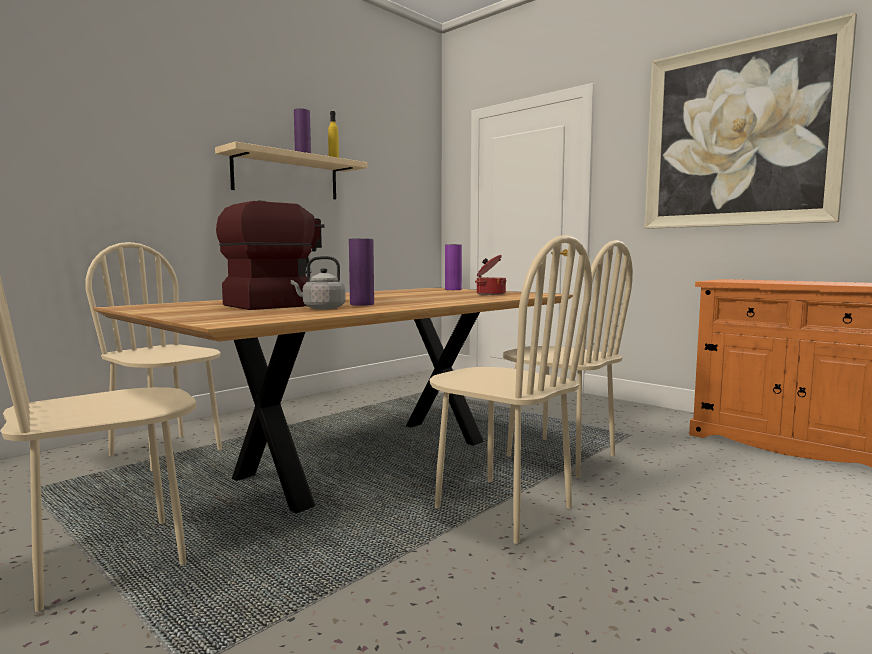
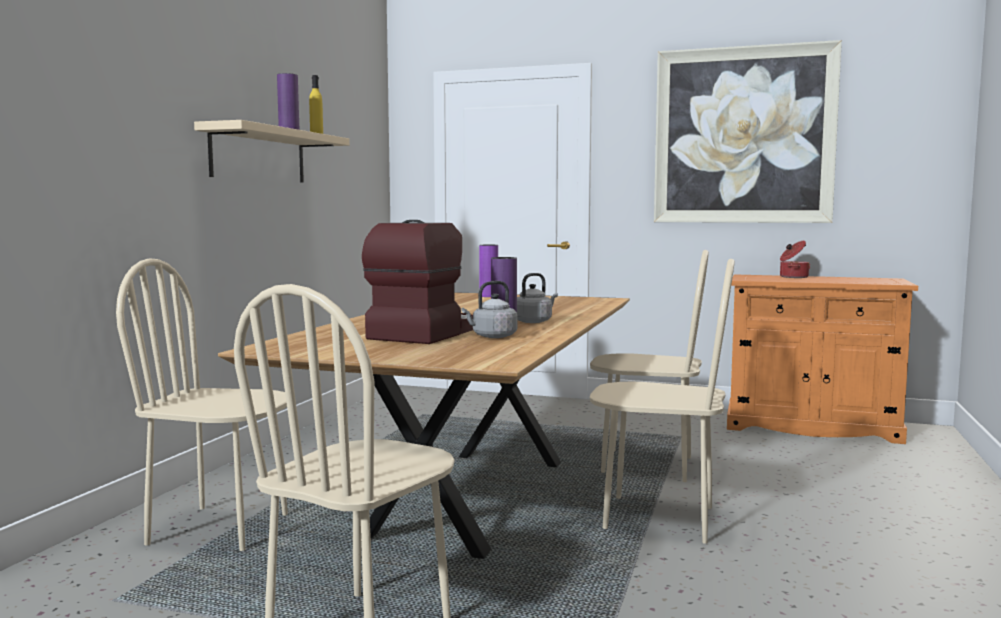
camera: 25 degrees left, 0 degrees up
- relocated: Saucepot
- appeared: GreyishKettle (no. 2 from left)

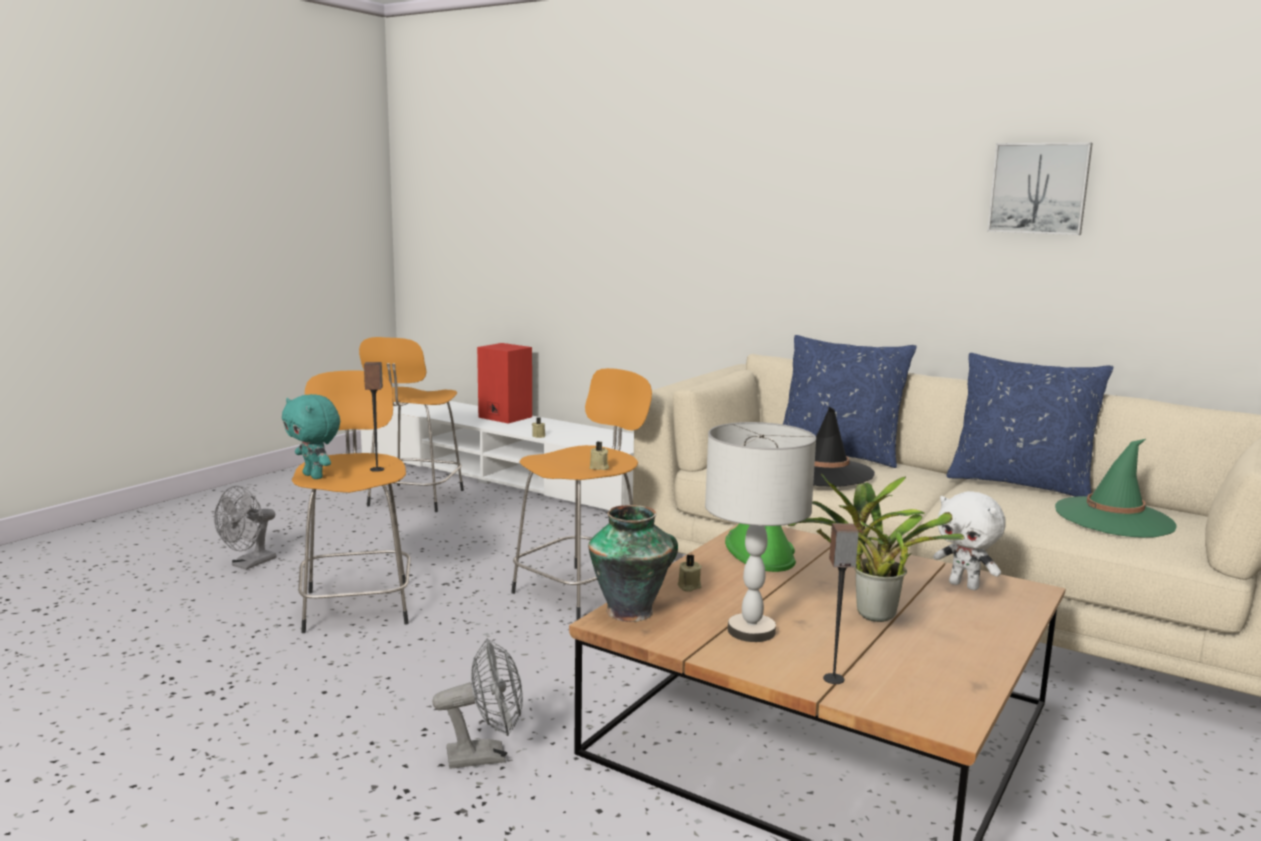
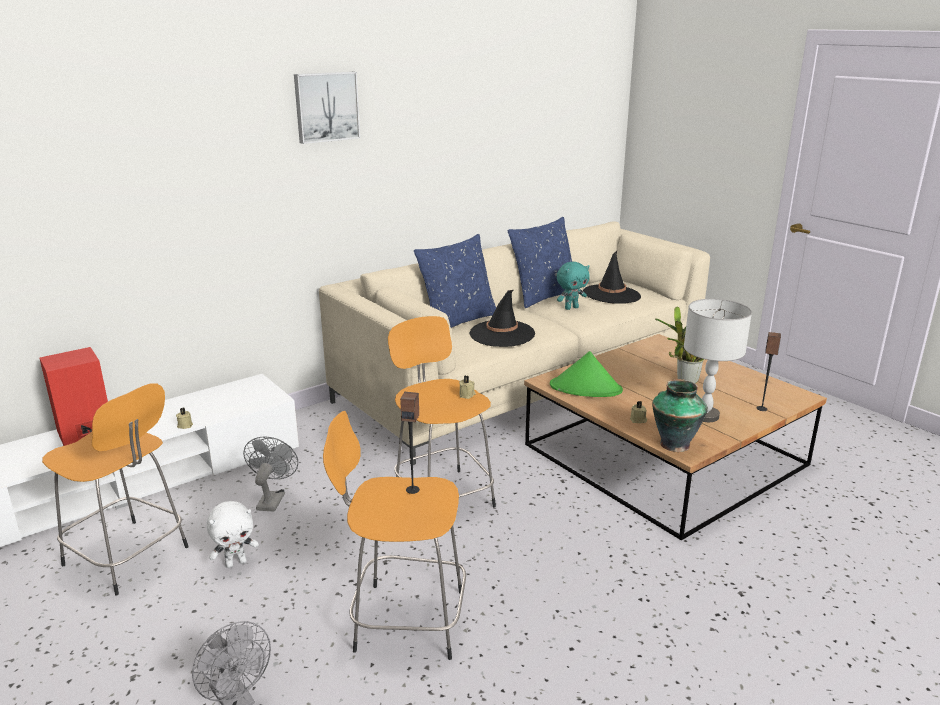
camera: 70 degrees left, 10 degrees up
- relocated: TurquoiseSoftToy
- relocated: GreyishCoolingFan (no. 2 from left)
- relocated: WhiteColouredSoftToy
- relocated: WallArt
- colour: GreenishWearableHat (no. 2 from left) to BlackColouredWearableHat (no. 2 from left)

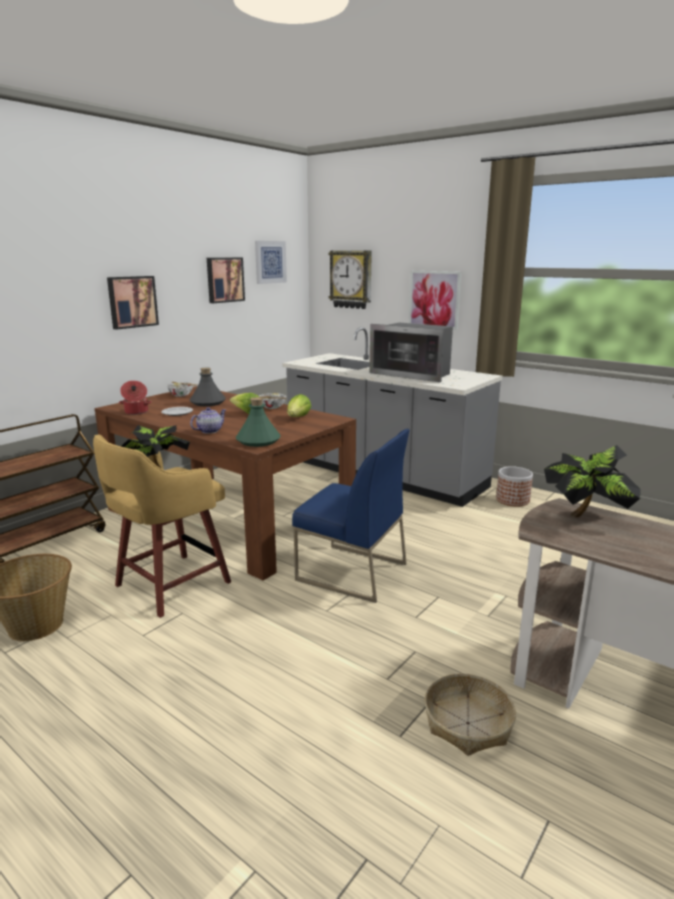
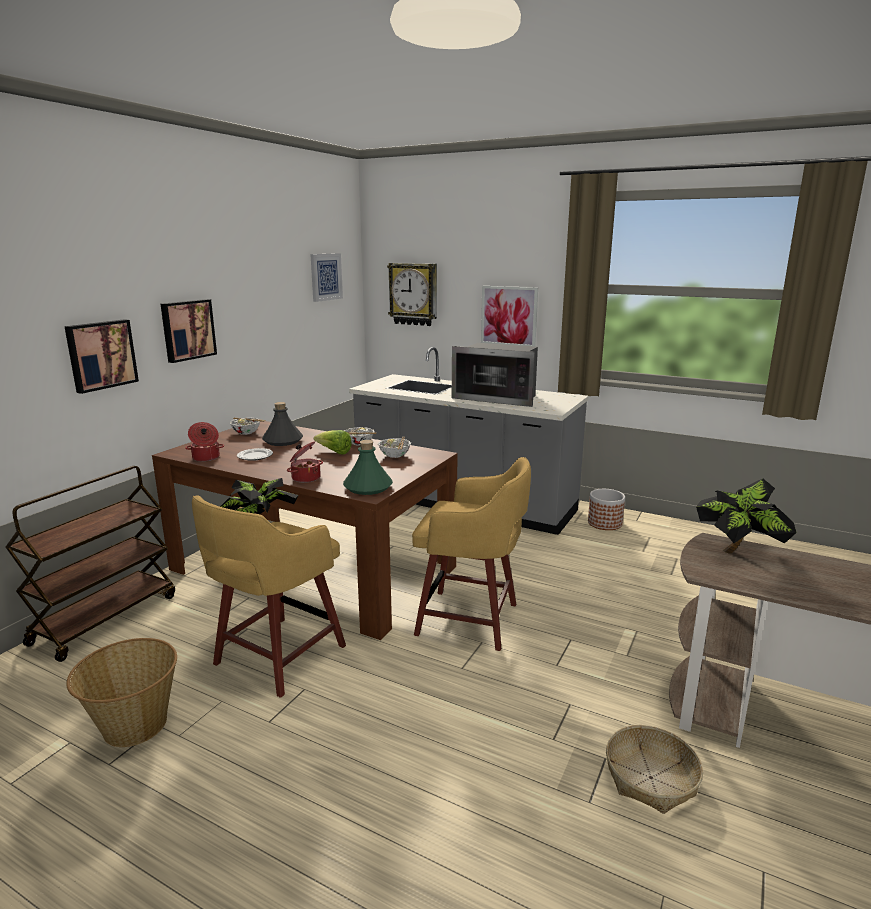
camera: 10 degrees left, 0 degrees up
- exchanged: PotForTea to Saucepot (no. 2 from left)
- relocated: WallArt (no. 2 from left in the first image) to WallArt (no. 1 from left)
- exchanged: HeadOfLettuce (no. 2 from left) to Bowl (no. 3 from left)
- exchanged: BlueUprightChair to YellowColouredSittingStool (no. 2 from left)

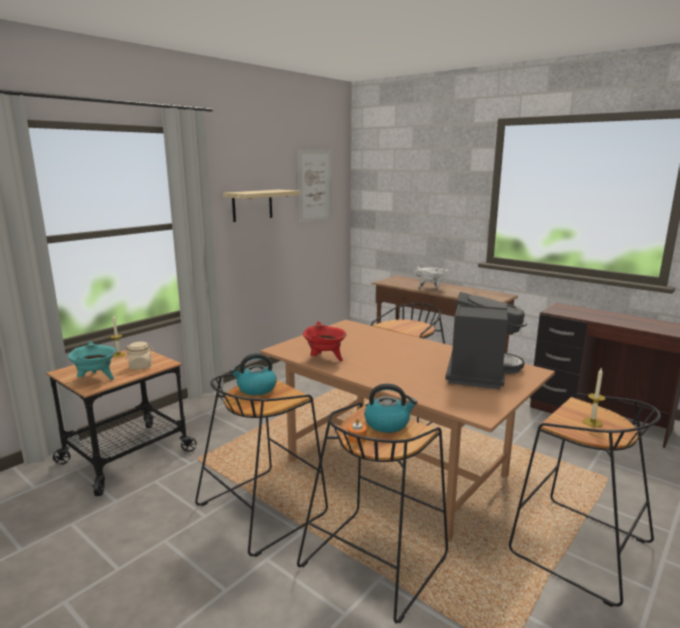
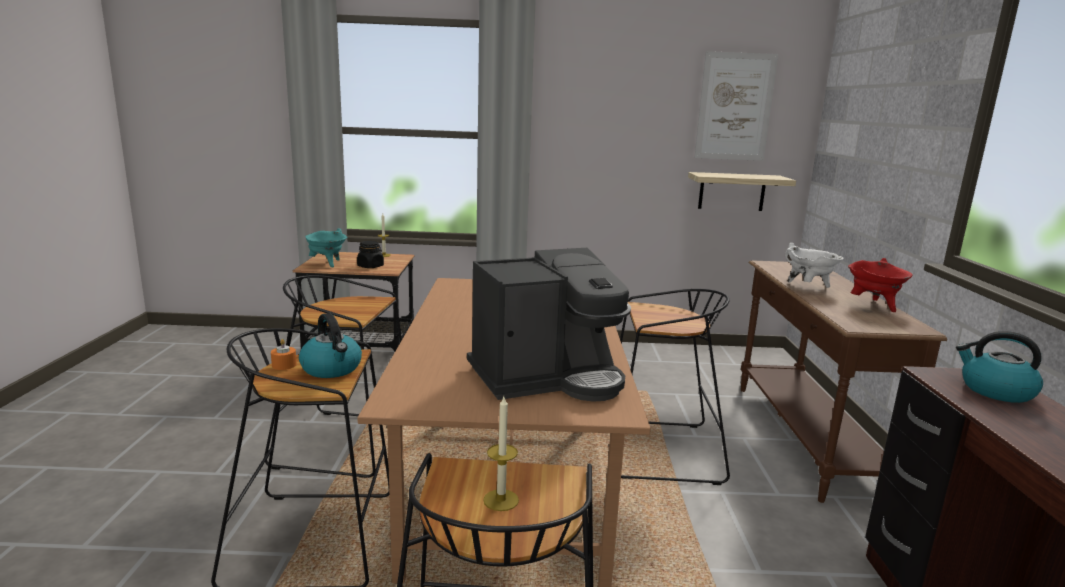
camera: 50 degrees right, 0 degrees up
- colour: SandColouredJar to BlackColouredJar
- relocated: BracketShelf
- relocated: Kettle (no. 1 from left in the first image) to Kettle (no. 2 from left)
- relocated: ReddishSaucepot

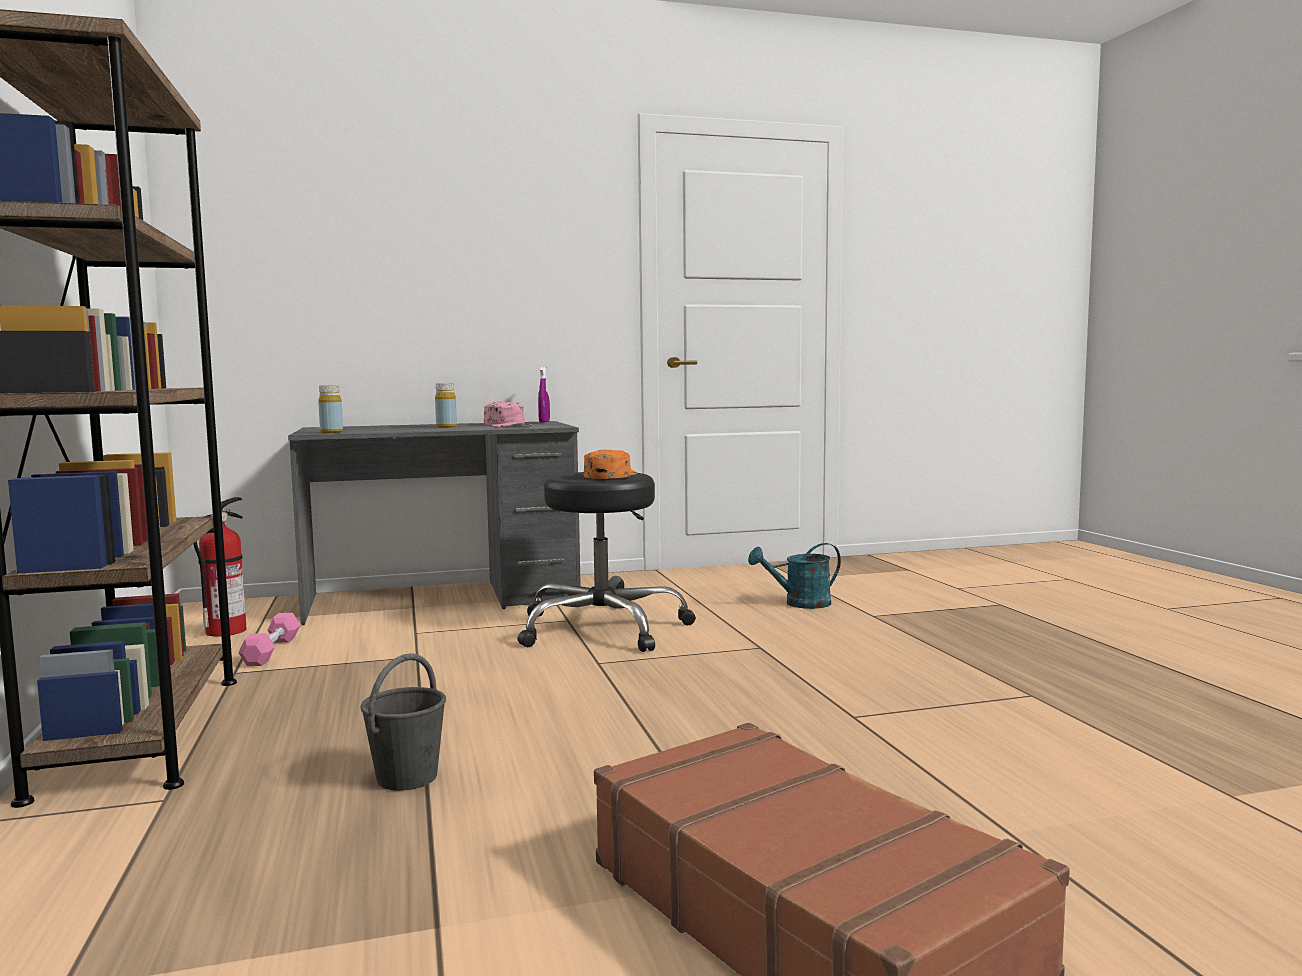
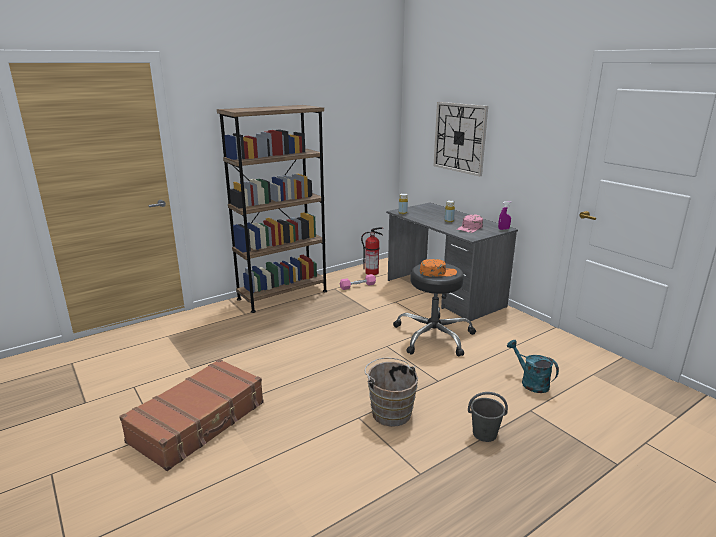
camera: 70 degrees right, 15 degrees up
- relocated: GreyishPail
- appeared: BrownColouredPail
- appeared: HangingClock

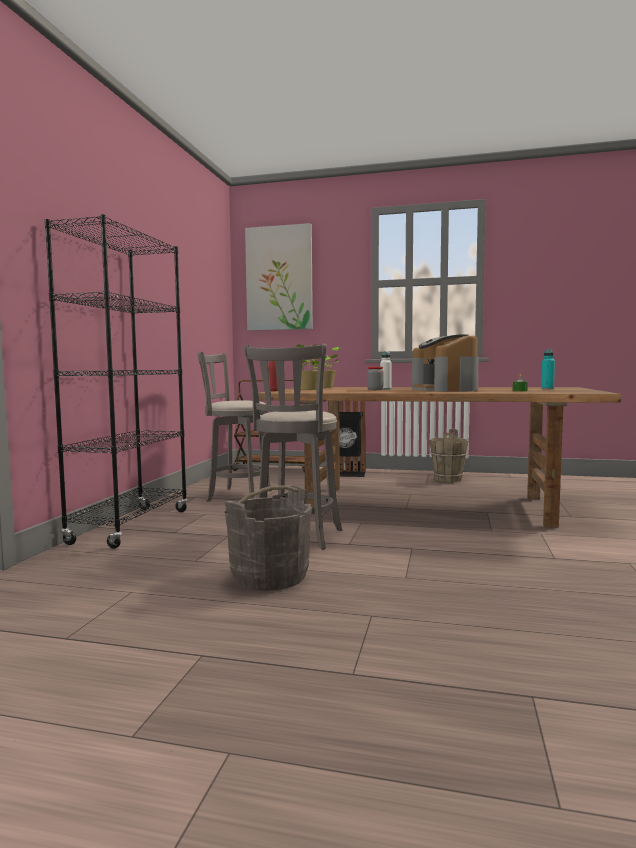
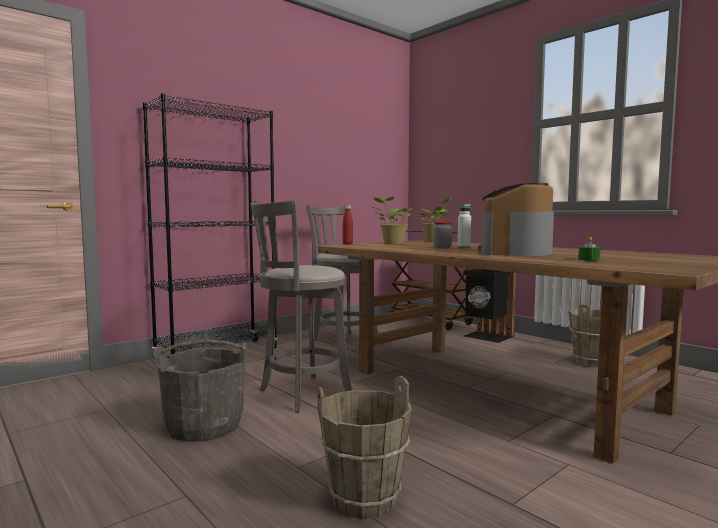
camera: 35 degrees right, 0 degrees up
- missing: WallArt
- missing: TurquoiseBottle
- appeared: BrownColouredPail (no. 1 from left)

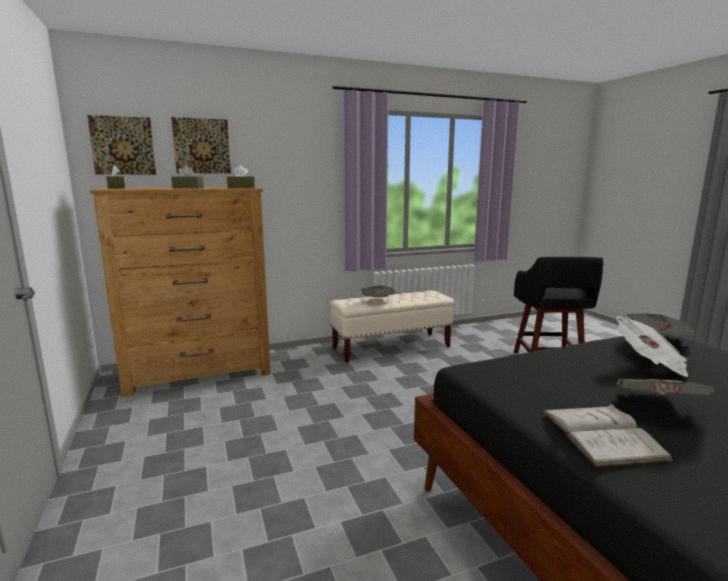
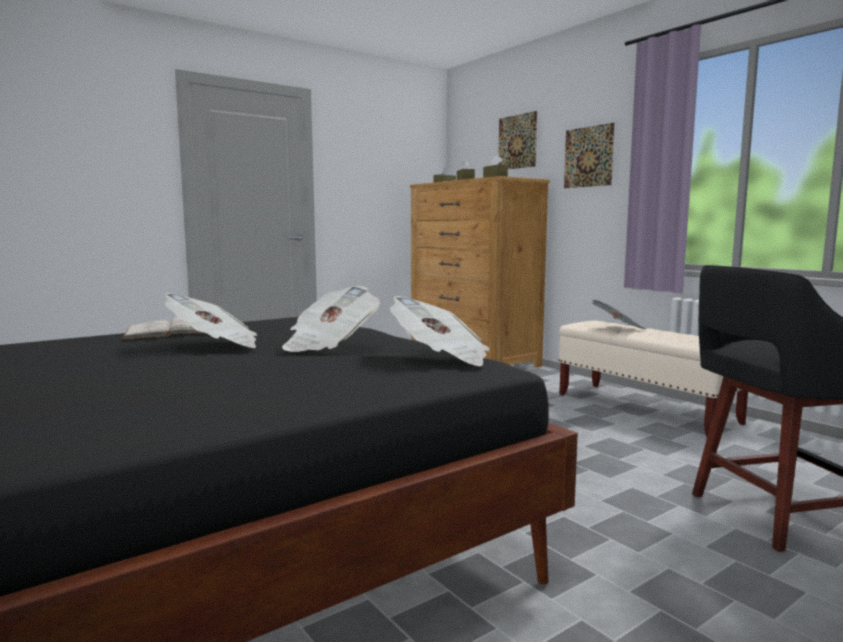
camera: 75 degrees right, 5 degrees down
- relocated: WallArt (no. 1 from left in the first image) to WallArt (no. 2 from left)

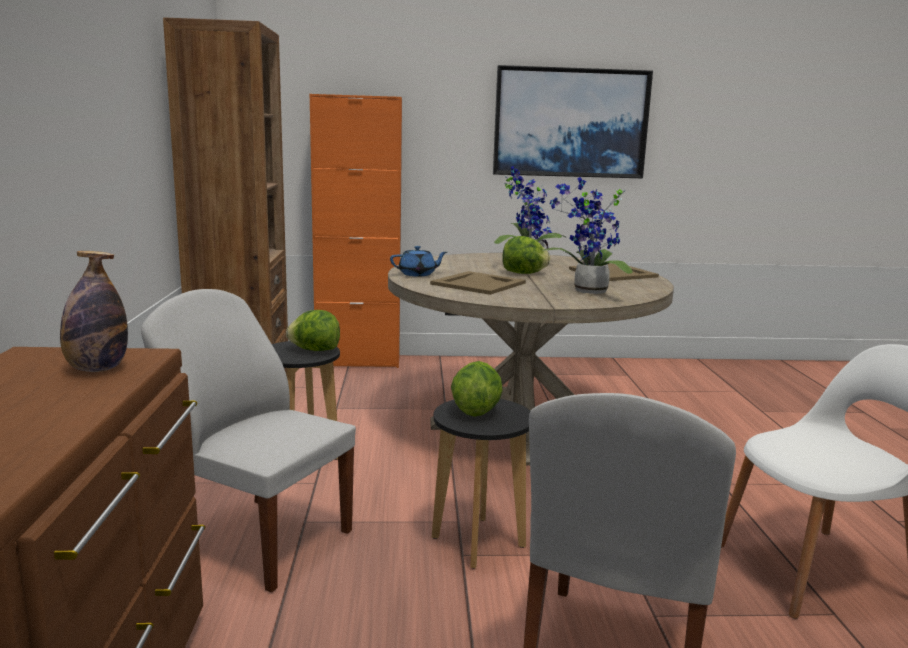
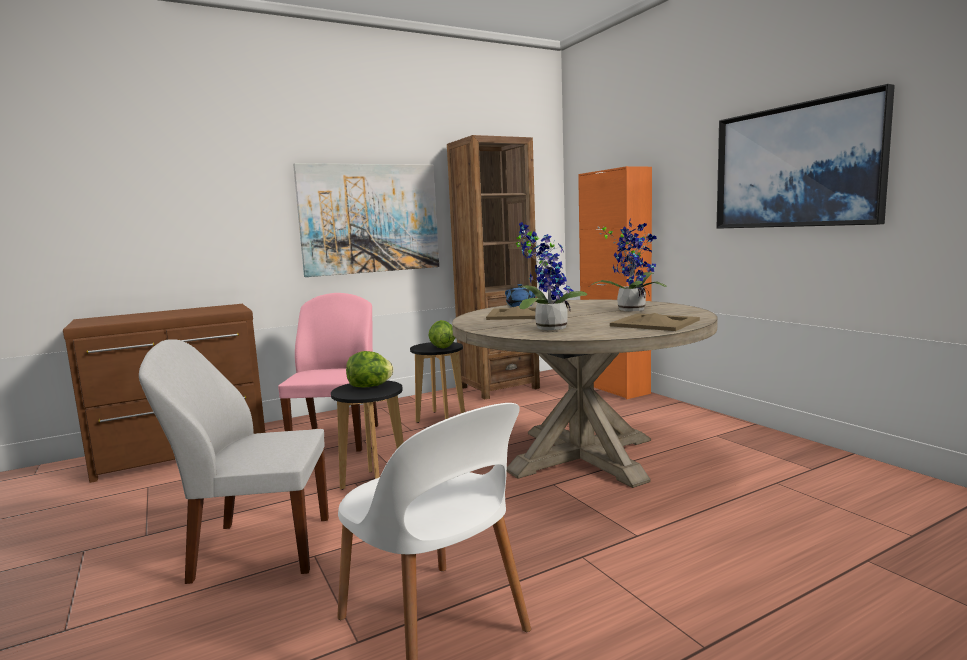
camera: 65 degrees right, 5 degrees down
- missing: Bottle
- colour: WhiteColouredUprightChair (no. 1 from left) to PinkUprightChair
- missing: HeadOfLettuce (no. 3 from left)
- appeared: WallArt (no. 1 from left)

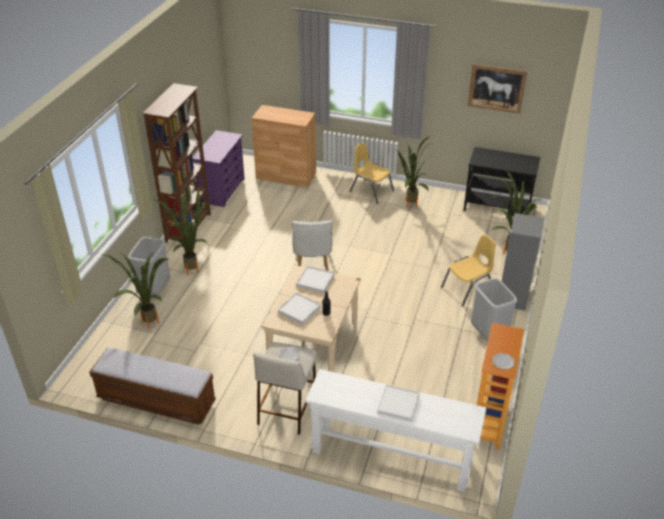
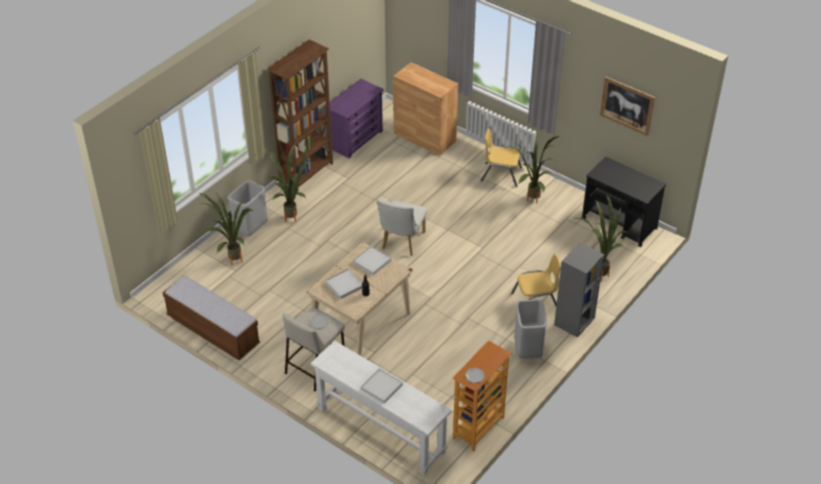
camera: 20 degrees right, 5 degrees up
- spun: YellowColouredUprightChair (no. 1 from left) 45 degrees counterclockwise

